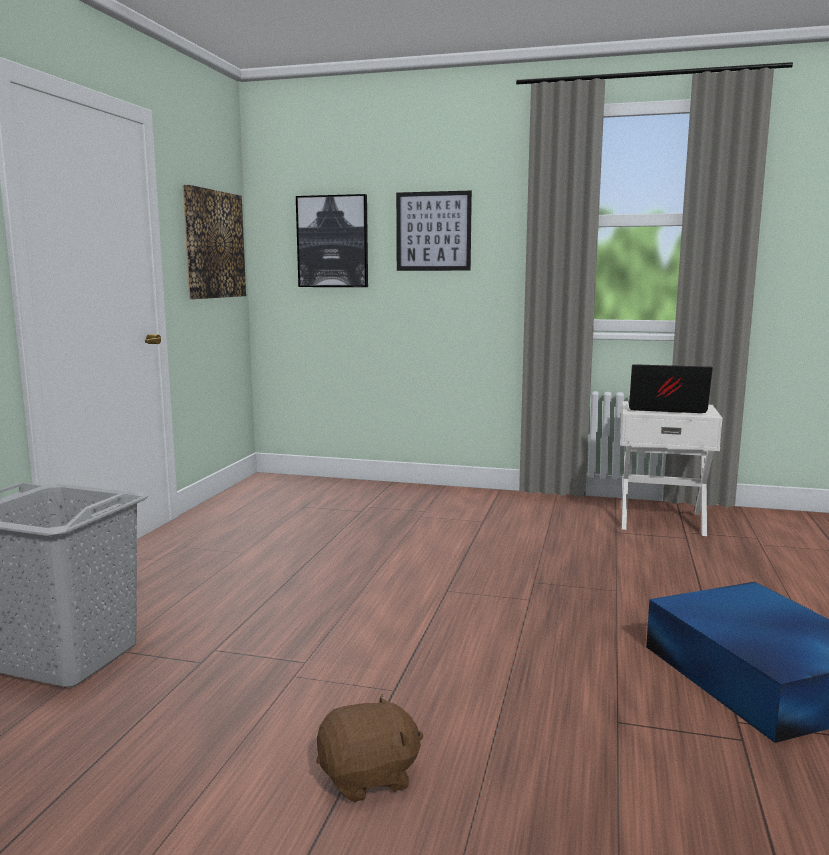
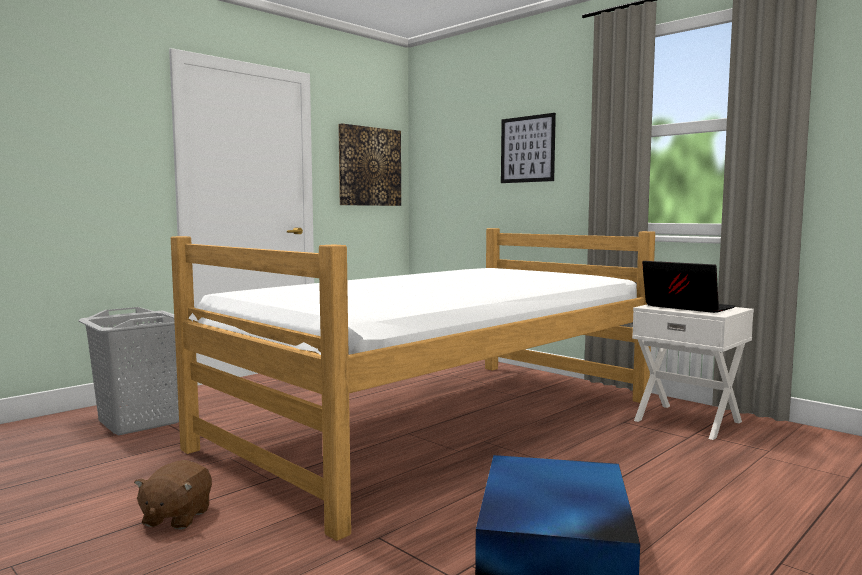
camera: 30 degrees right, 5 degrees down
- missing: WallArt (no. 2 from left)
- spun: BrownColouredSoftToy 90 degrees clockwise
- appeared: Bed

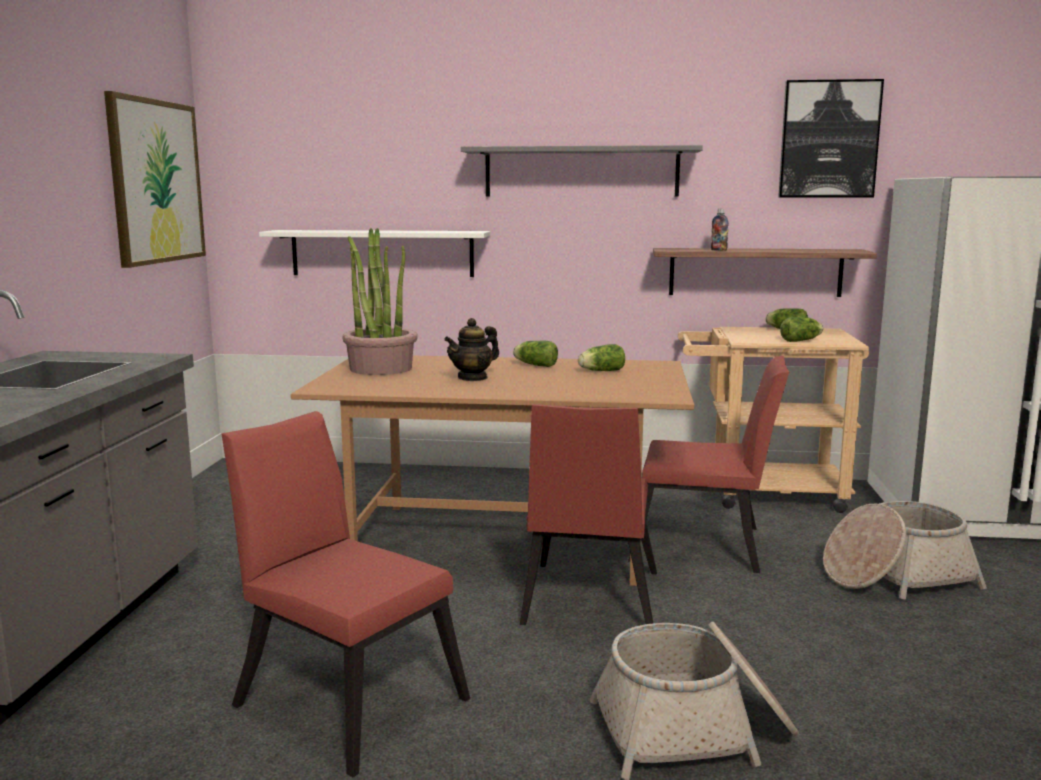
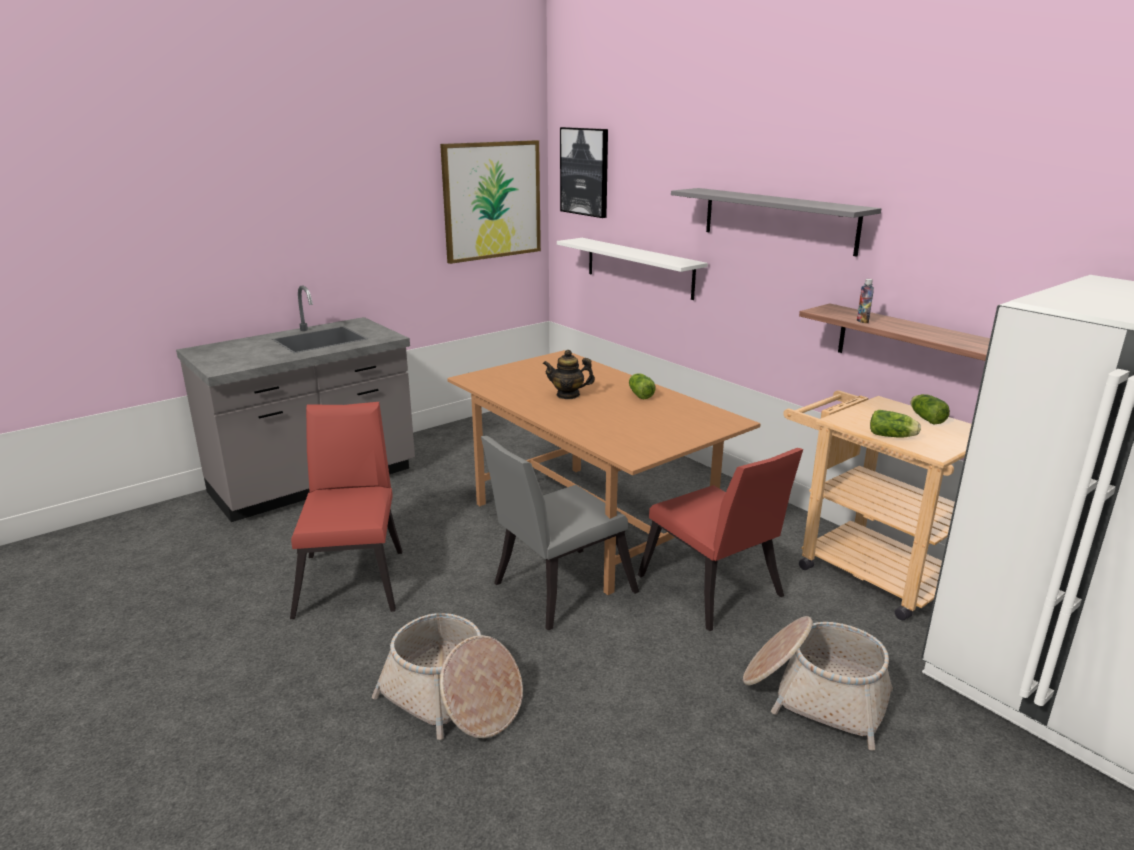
camera: 45 degrees right, 10 degrees up
- missing: PottedPlant
- colour: ReddishUprightChair (no. 2 from left) to GreyishUprightChair
- missing: HeadOfLettuce (no. 2 from left)
- relocated: WallArt (no. 2 from left)

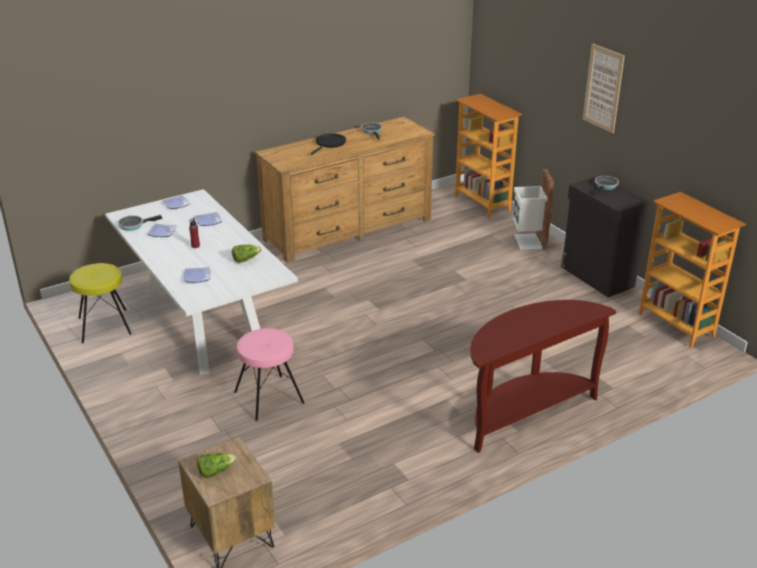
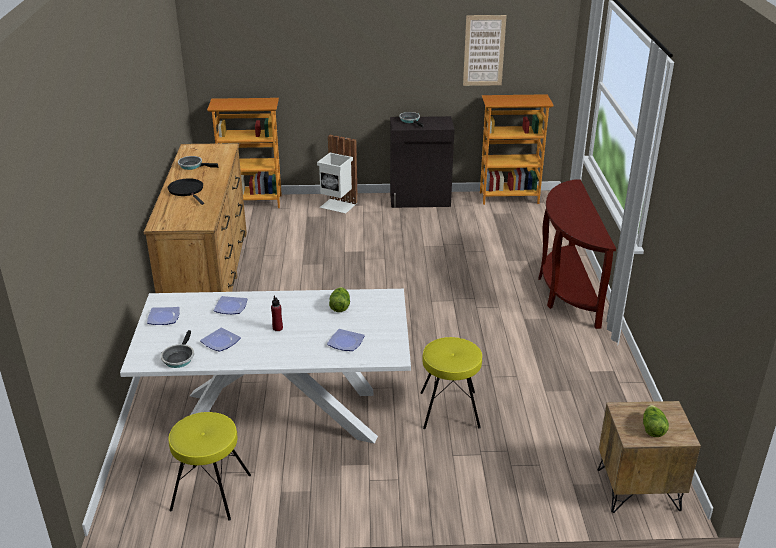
camera: 60 degrees left, 0 degrees up
- colour: PinkSittingStool to YellowColouredSittingStool (no. 2 from left)
- relocated: WallArt

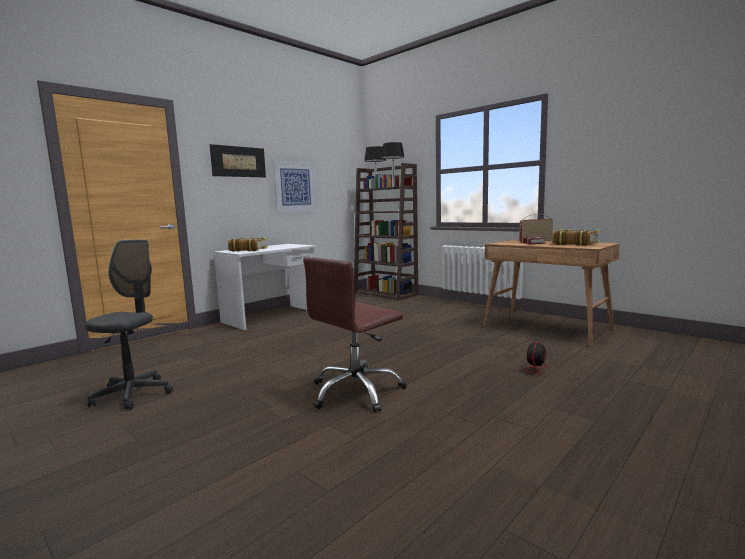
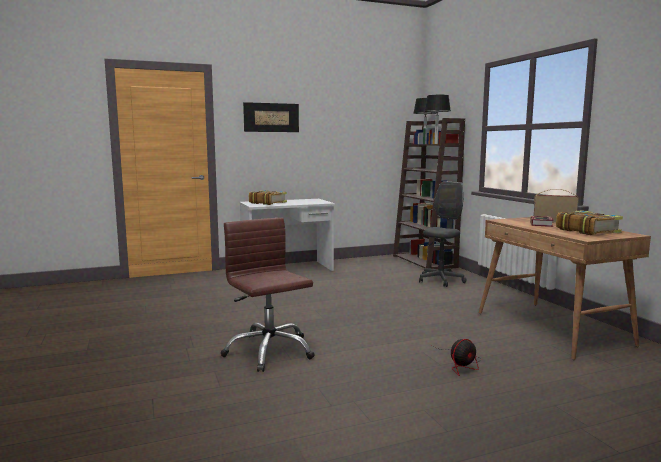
camera: 25 degrees right, 0 degrees up
- relocated: GreyishOfficeChair
- missing: WallArt (no. 2 from left)
- spun: BrownColouredOfficeChair 75 degrees clockwise

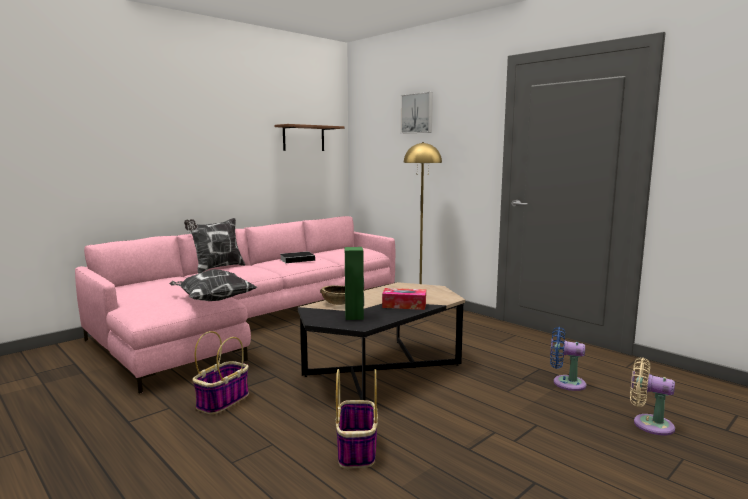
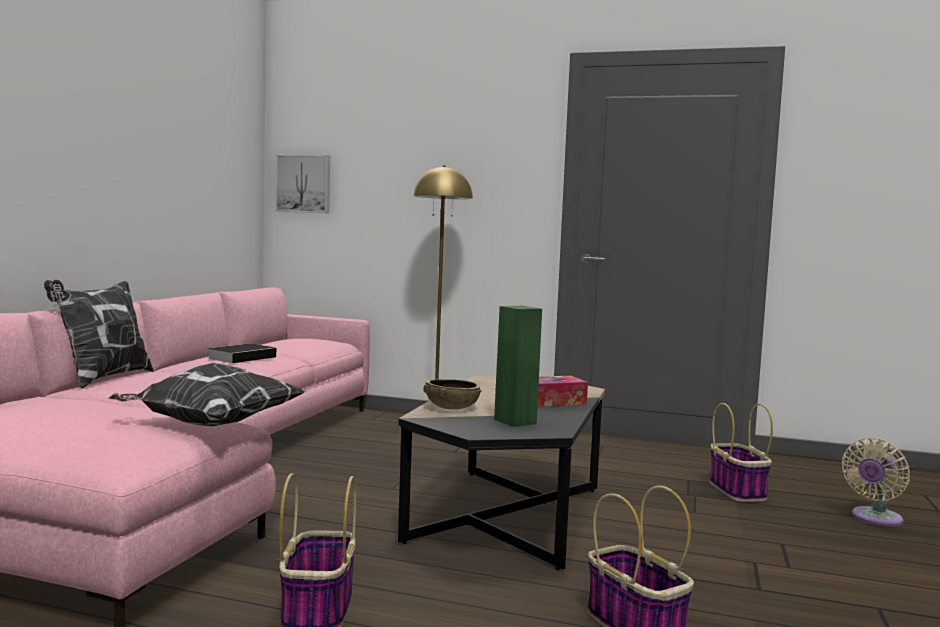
camera: 30 degrees left, 5 degrees down
- missing: BracketShelf
- relocated: WallArt
- exchanged: BlueCoolingFan to StorageBasket (no. 3 from left)
- spun: SandColouredCoolingFan 45 degrees counterclockwise

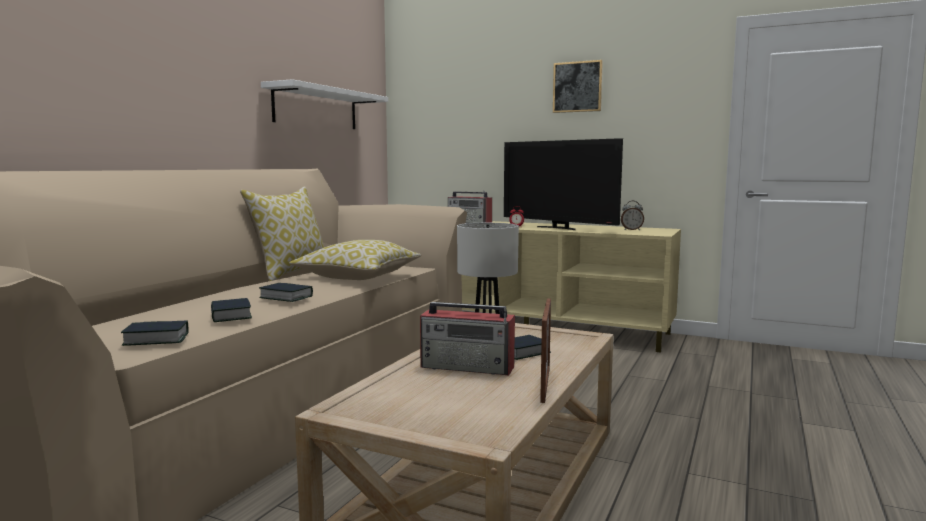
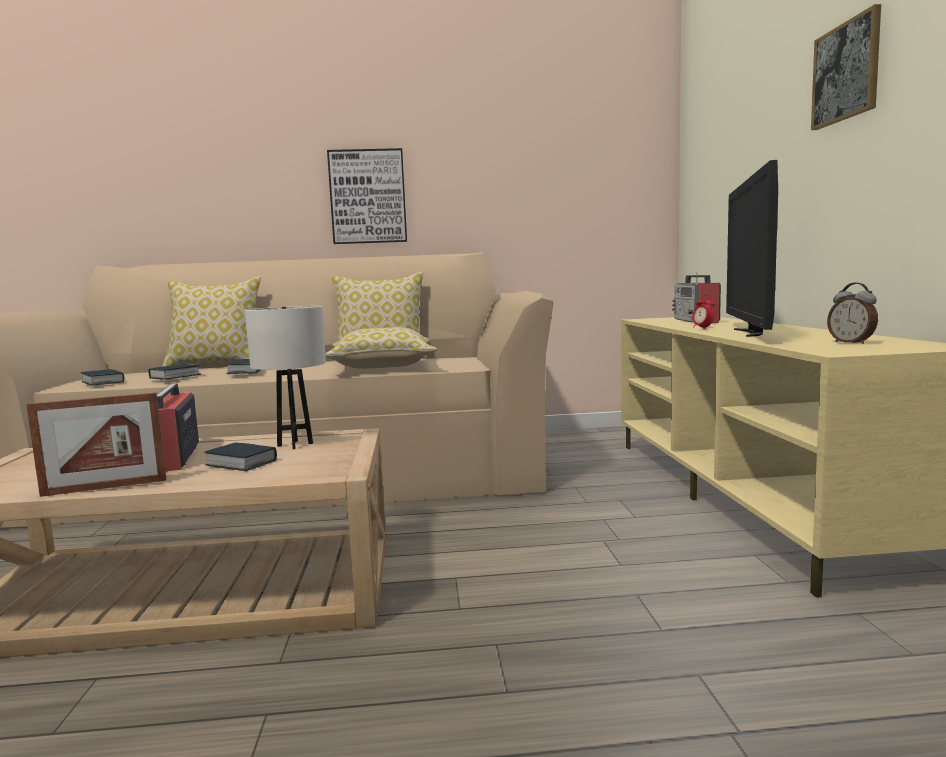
camera: 60 degrees right, 0 degrees up
- missing: WhiteColouredBracketShelf
- appeared: Cushion (no. 1 from left)
- appeared: WallArt (no. 1 from left)

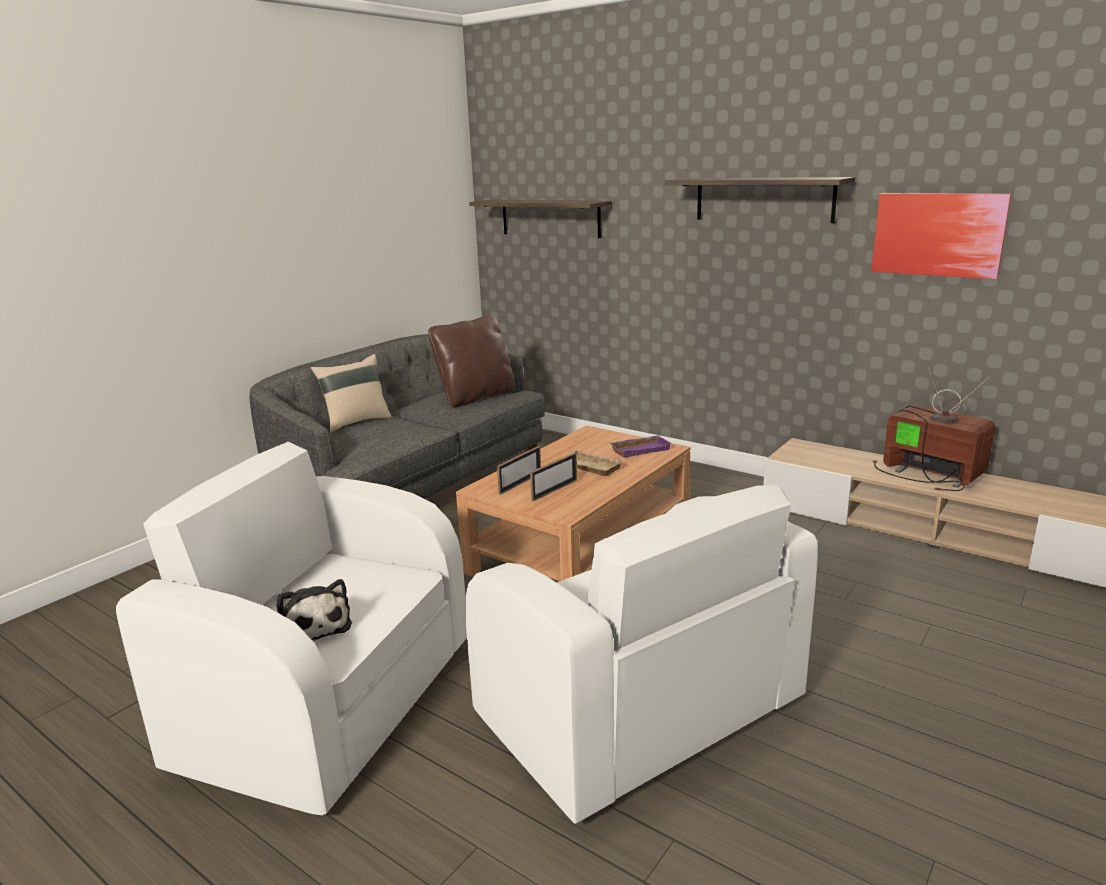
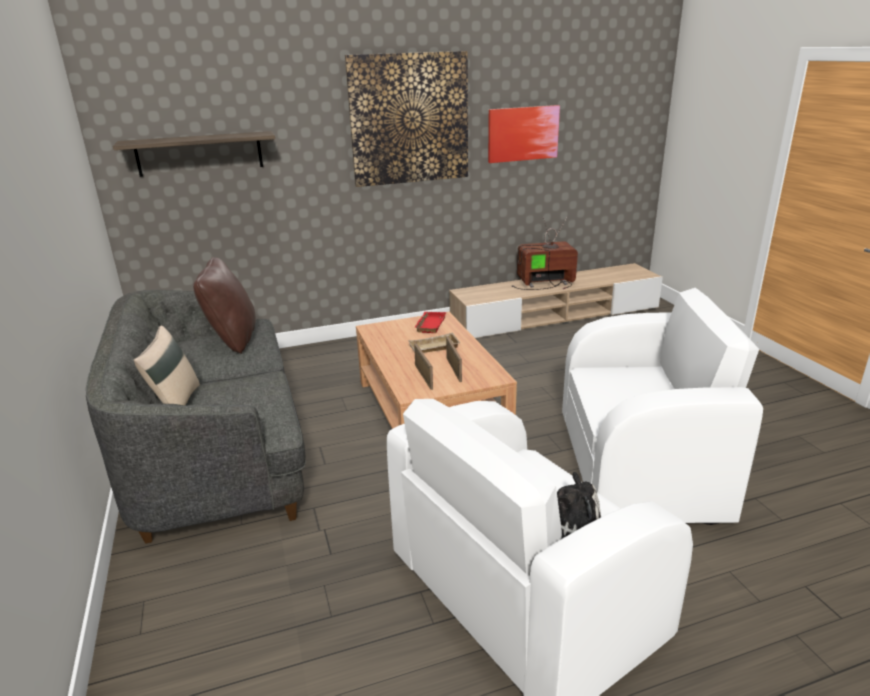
camera: 55 degrees left, 5 degrees up
- colour: PurplishTray to ReddishTray
- exchanged: BracketShelf (no. 2 from left) to WallArt (no. 1 from left)

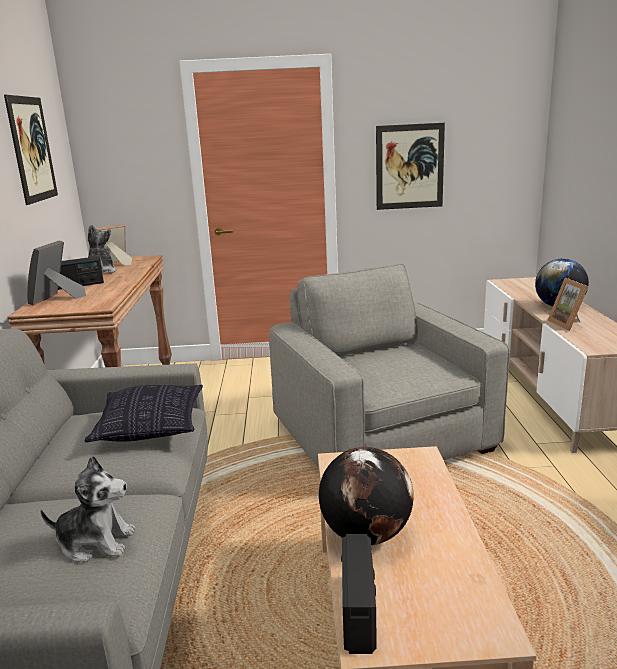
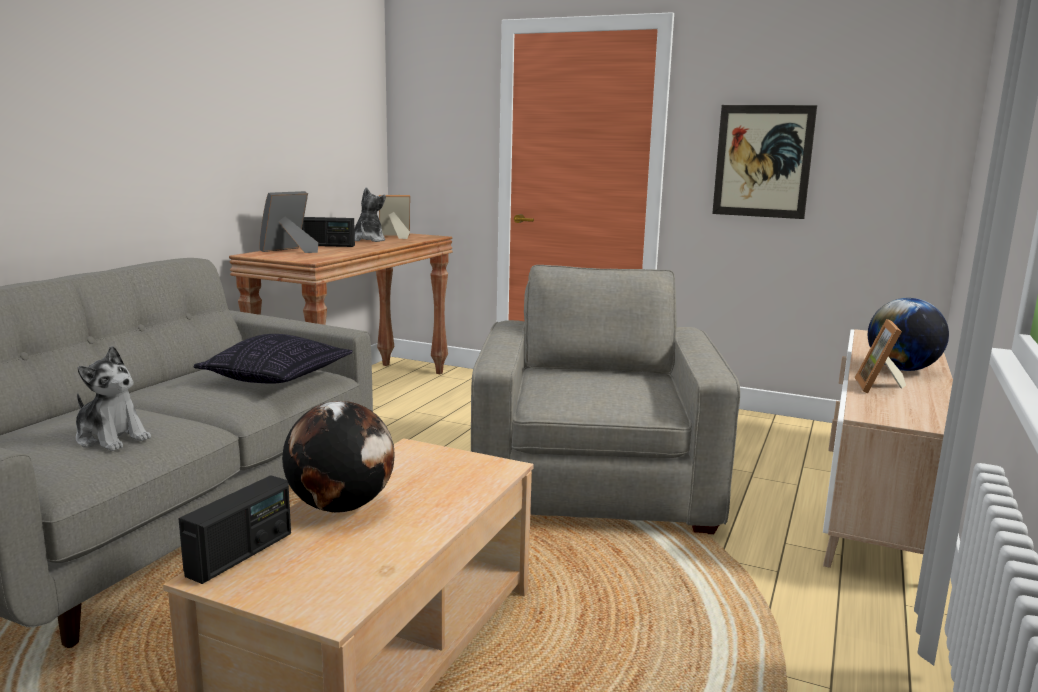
camera: 25 degrees right, 5 degrees down
- missing: WallArt (no. 1 from left)

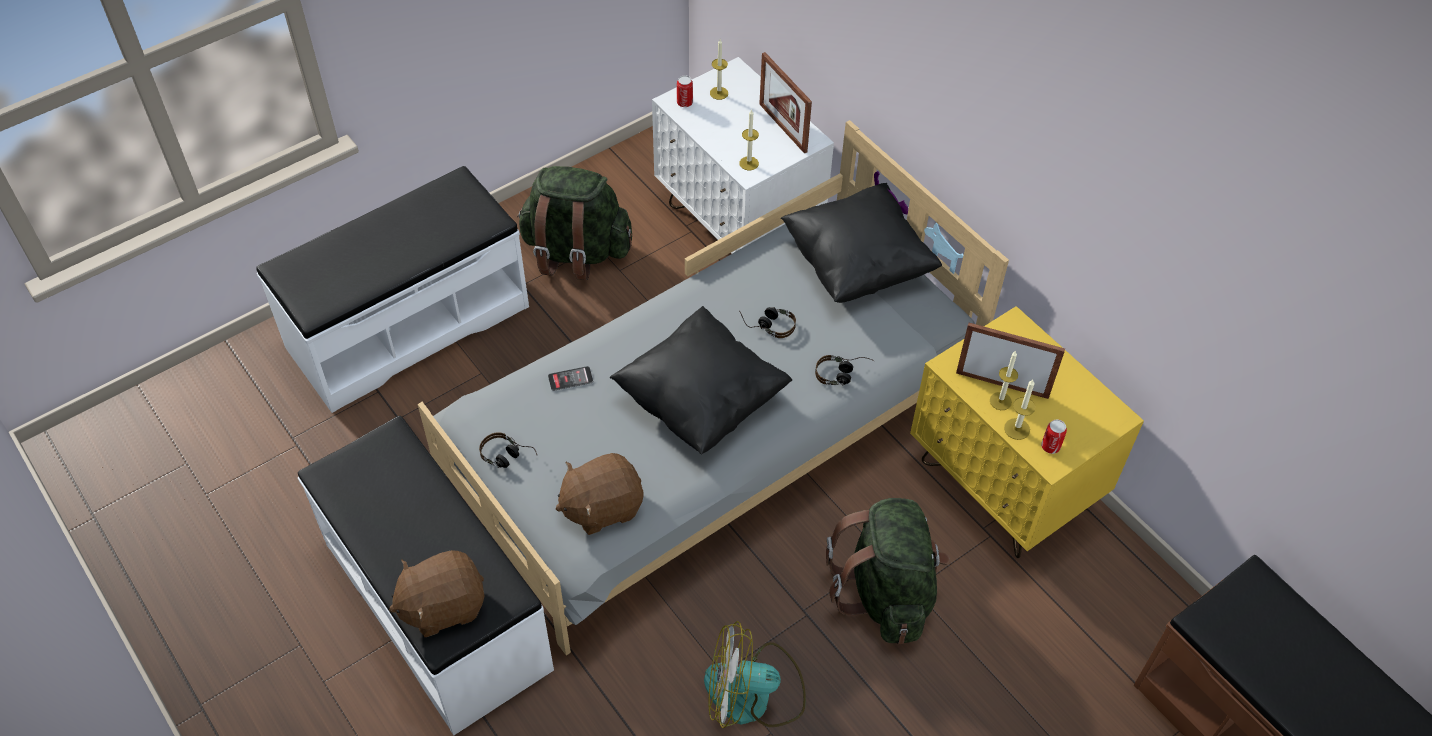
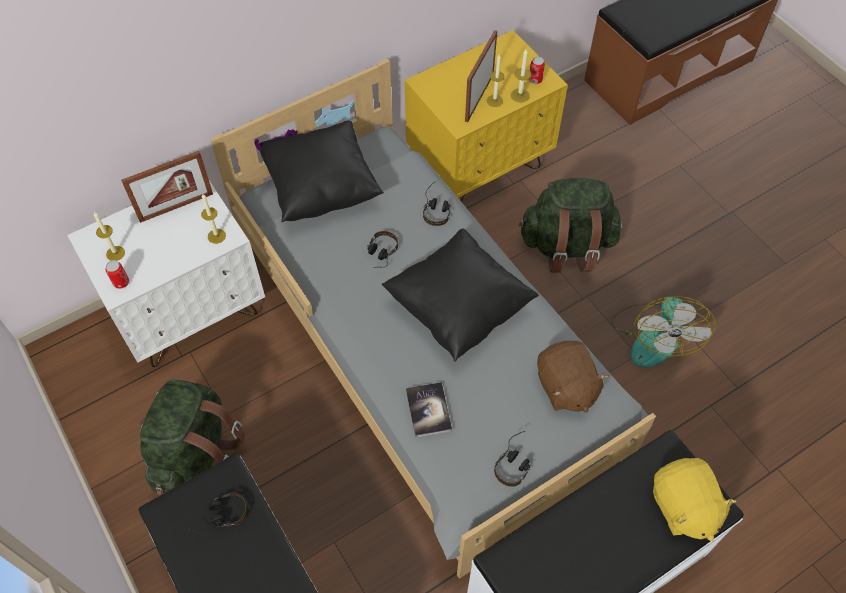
camera: 85 degrees left, 5 degrees up
- colour: BrownColouredSoftToy (no. 1 from left) to YellowColouredSoftToy
- exchanged: Telephone to BoundBook
- appeared: Headphones (no. 1 from left)

